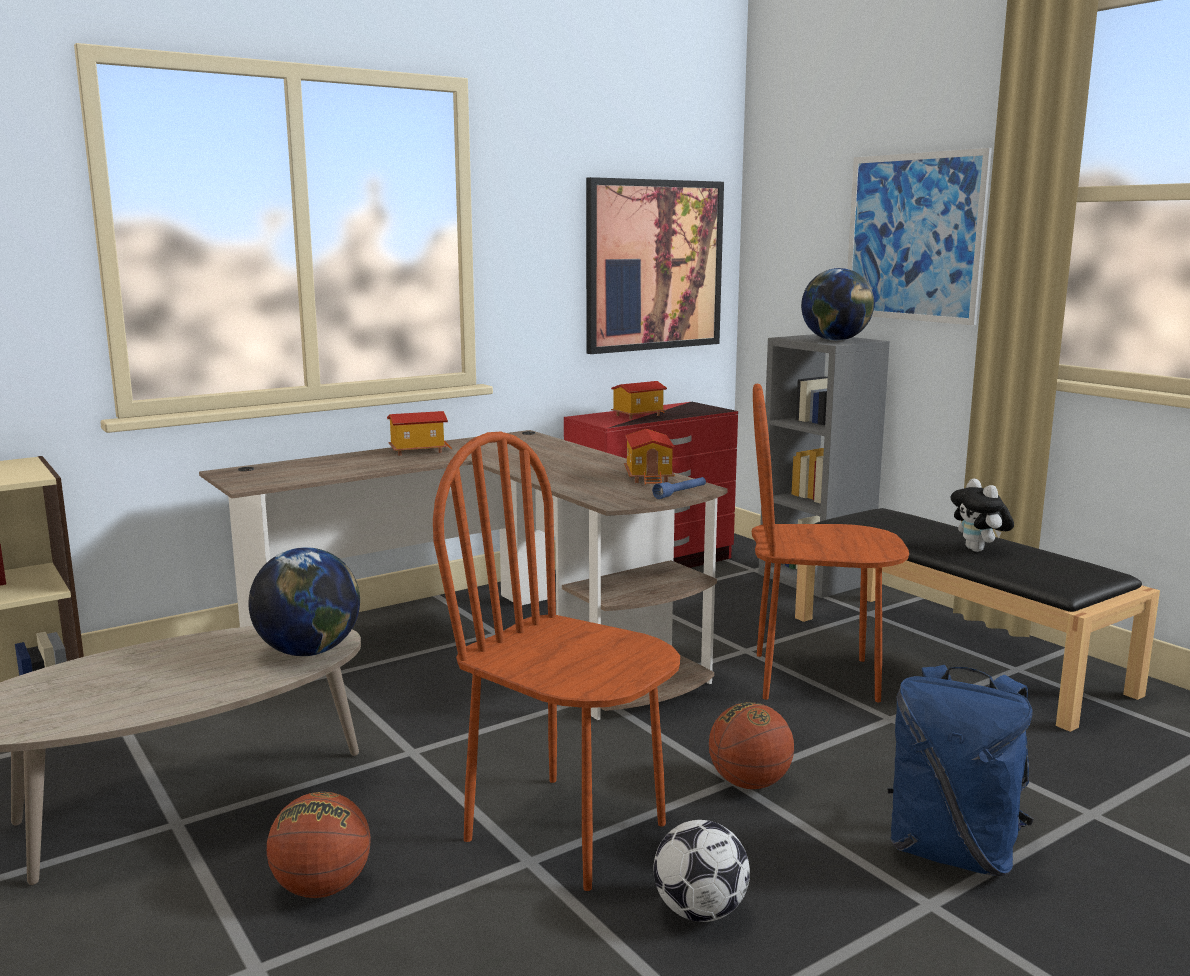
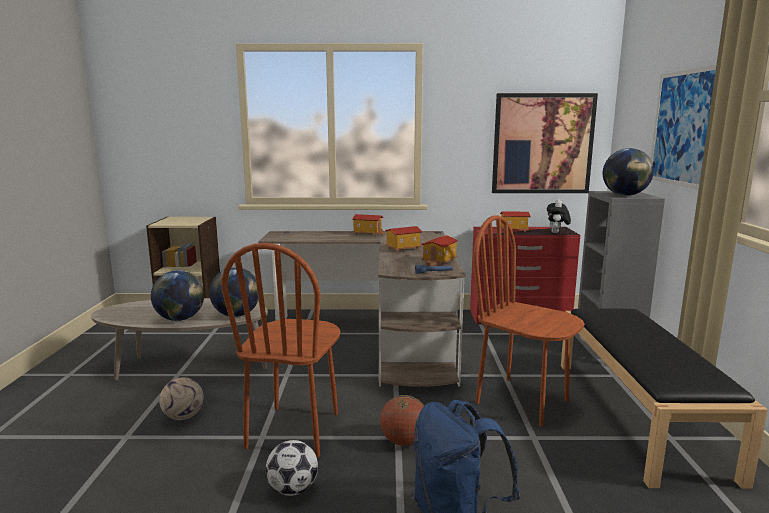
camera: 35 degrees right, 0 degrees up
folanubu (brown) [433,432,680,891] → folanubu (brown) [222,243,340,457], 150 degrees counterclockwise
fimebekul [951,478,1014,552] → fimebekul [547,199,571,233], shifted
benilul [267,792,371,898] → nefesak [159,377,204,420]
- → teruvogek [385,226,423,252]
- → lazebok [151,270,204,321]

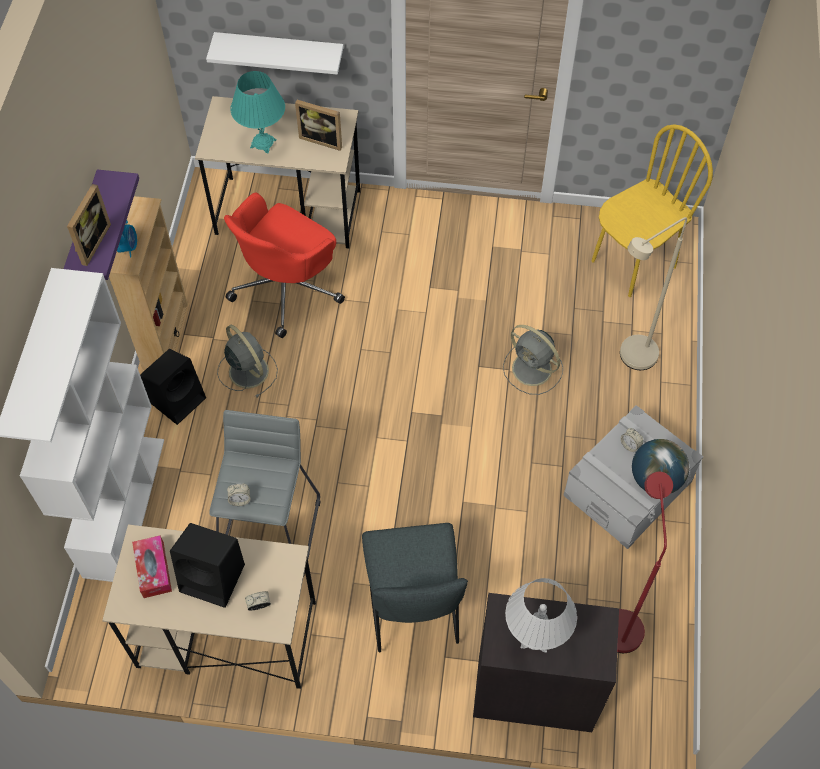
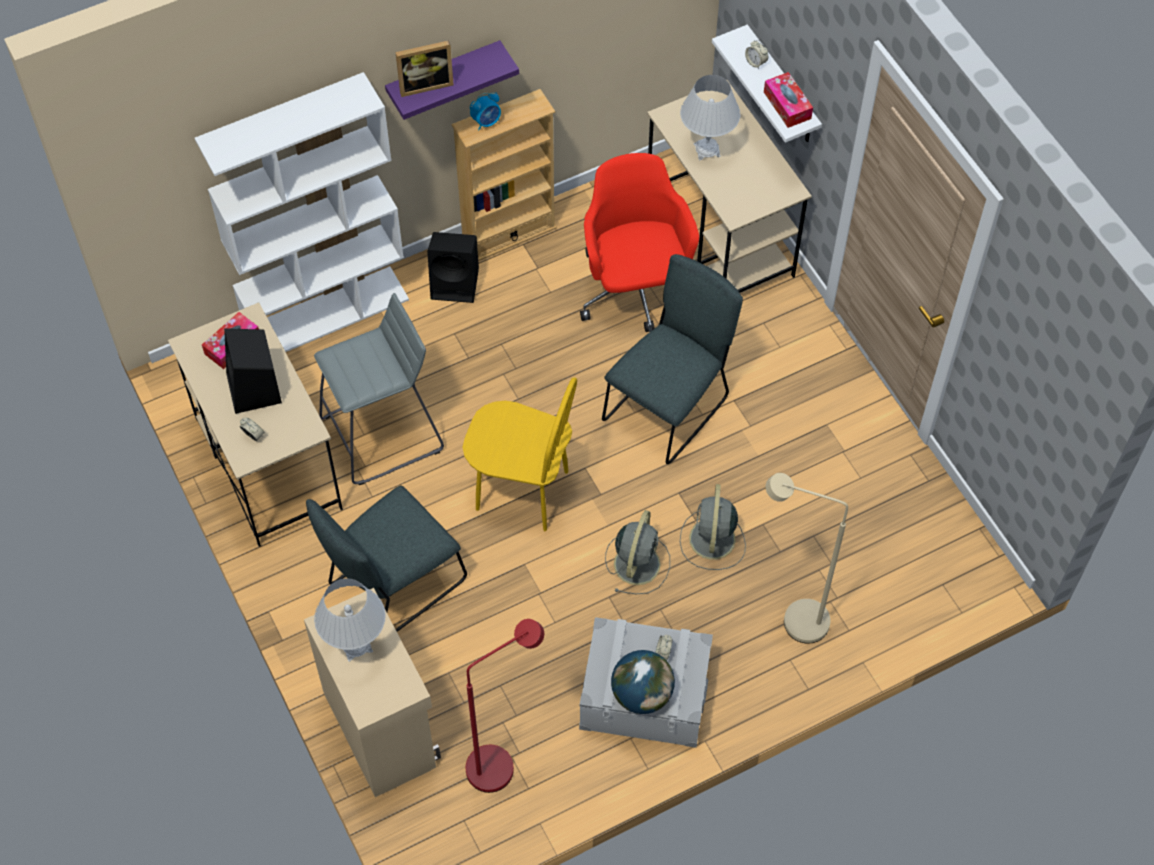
camera: 55 degrees right, 0 degrees up
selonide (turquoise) [230,71,285,154] → selonide (white) [680,75,740,161]
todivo [295,100,342,151] → -
folanubu (yellow) [592,124,713,297] → folanubu (yellow) [463,377,577,532], shifted
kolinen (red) [224,192,345,338] → kolinen (red) [580,153,699,332], 75 degrees clockwise
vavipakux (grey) [217,325,278,398] → vavipakux (grey) [605,510,670,594], shifted
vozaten [227,484,251,506] → vozaten [745,40,768,69], shifted
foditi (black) [473,593,619,732] → foditi (beige) [304,588,441,797]
- → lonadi [764,72,813,128]
- → folanubu (grey) [602,254,743,464]

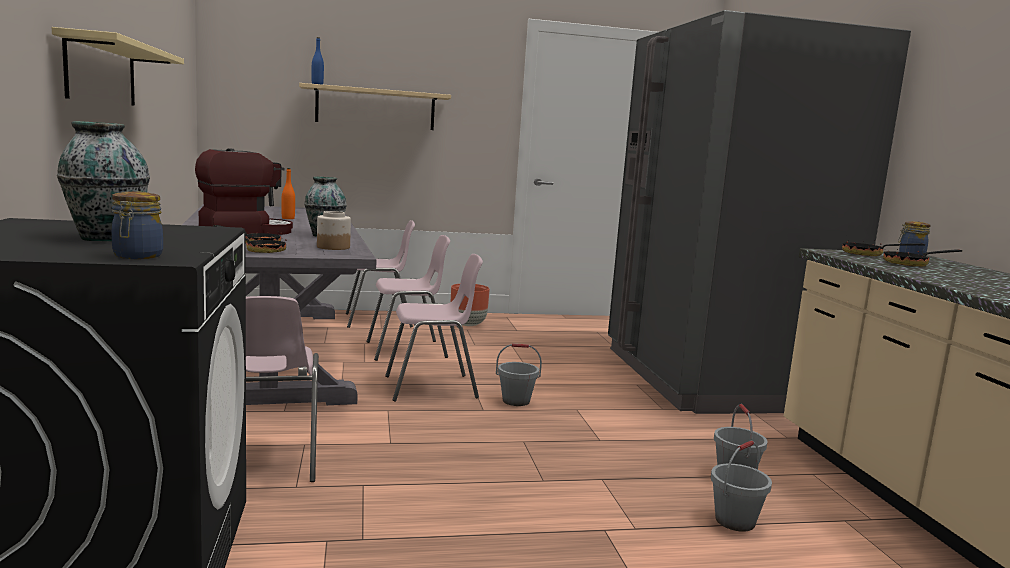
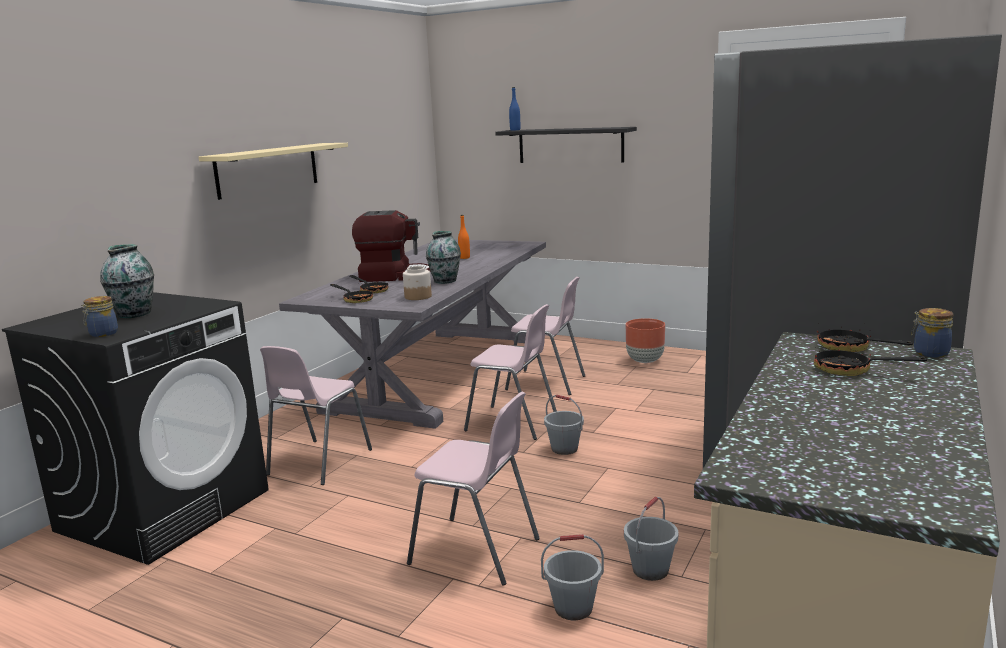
camera: 40 degrees right, 5 degrees up
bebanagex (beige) [299,83,451,130] → bebanagex (black) [495,127,637,163]
folanubu (pink) [346,220,415,328] → folanubu (pink) [407,392,540,586], shifted

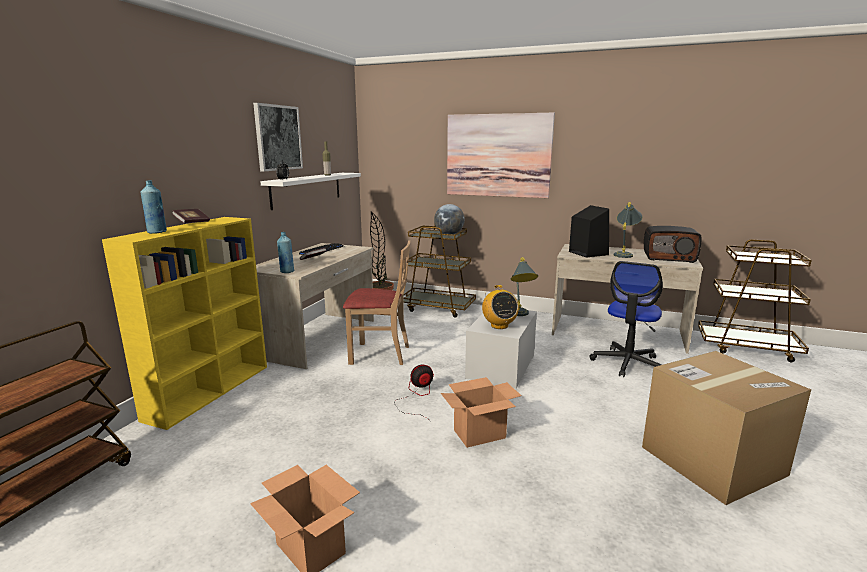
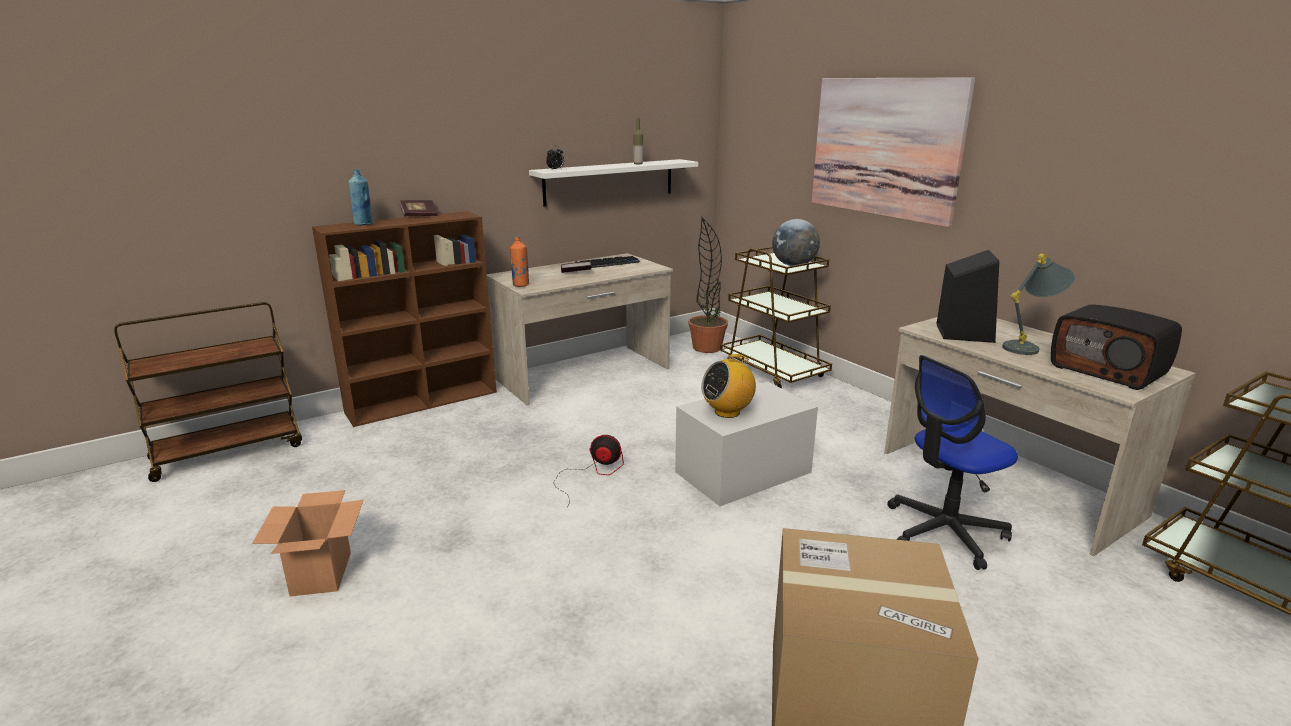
camera: 35 degrees right, 5 degrees up
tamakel [253,103,303,171] → -
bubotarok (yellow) [102,217,267,430] → bubotarok (brown) [312,211,497,427]
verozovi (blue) [277,232,294,273] → verozovi (orange) [510,236,529,287]
folanubu (beige) [343,240,410,365] → -
selonide (grey) [511,257,538,316] → -
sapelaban [482,285,519,329] → sapelaban [701,354,756,418], 45 degrees clockwise
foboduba [441,377,522,448] → -

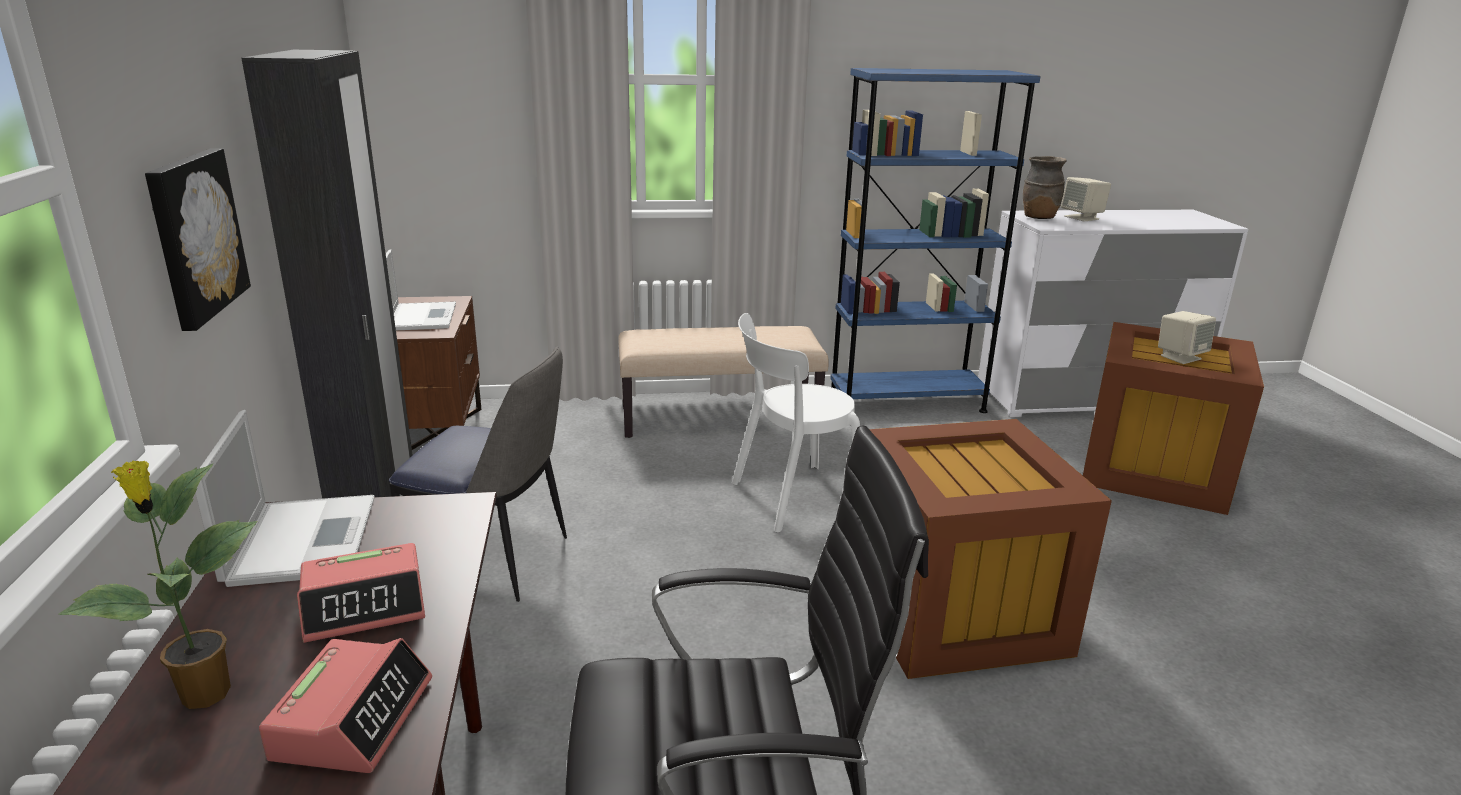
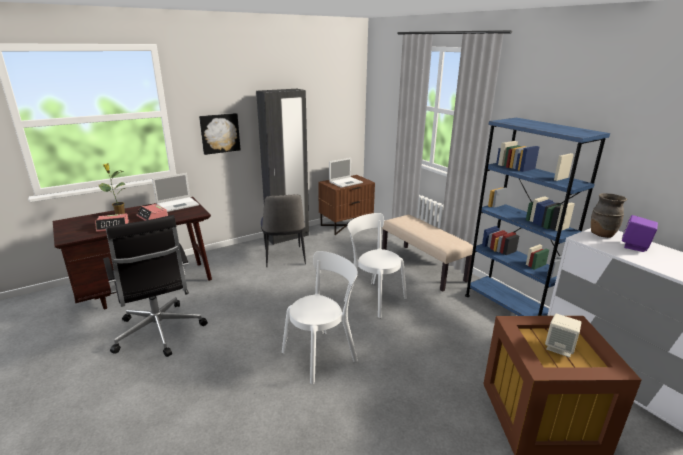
camera: 65 degrees right, 0 degrees up
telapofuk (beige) [1061,177,1111,222] → telapofuk (purple) [622,215,658,252]
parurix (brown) [869,419,1112,679] → folanubu (white) [282,251,358,384]

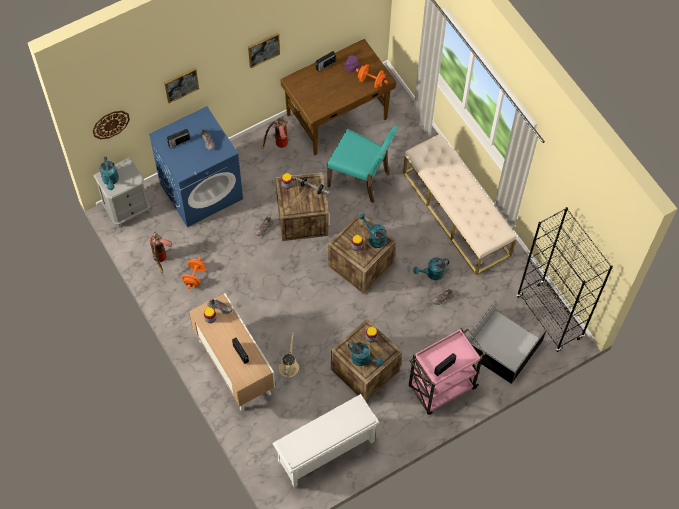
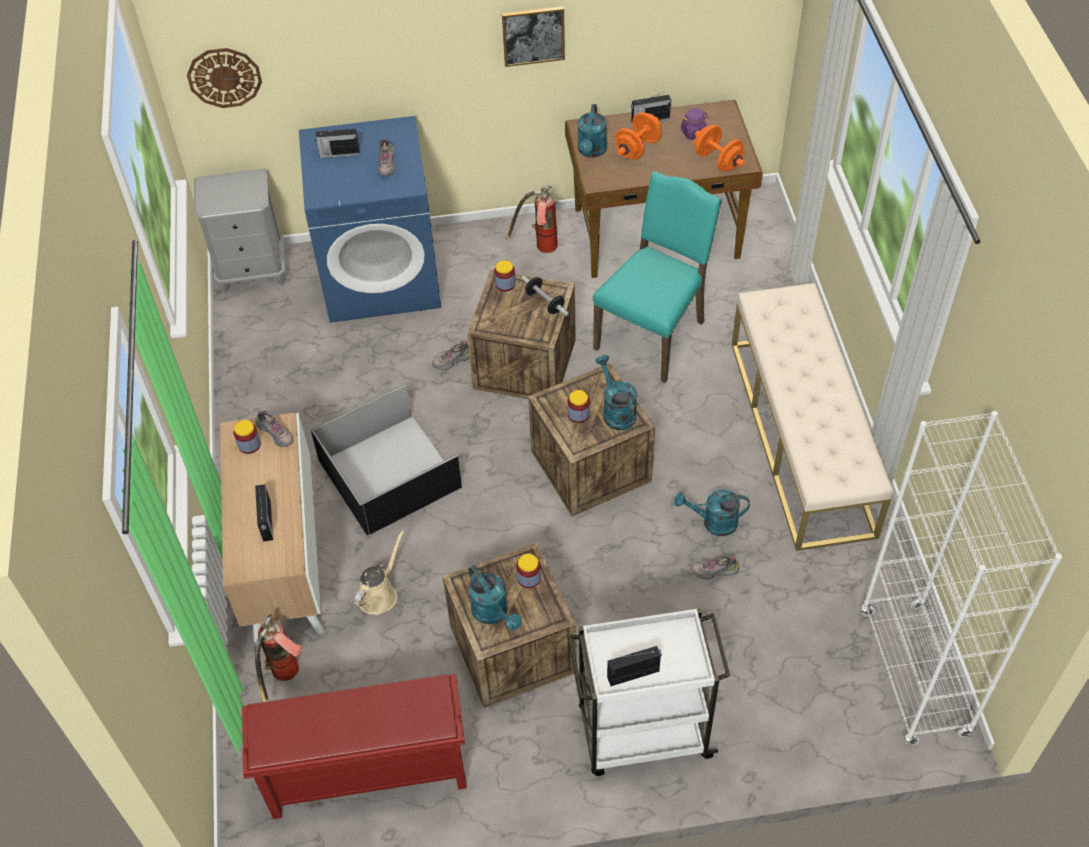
camera: 25 degrees right, 10 degrees down
tamakel [164,68,199,103] → -
folanubu (turquoise) [327,126,399,203] → folanubu (turquoise) [593,171,722,383], 105 degrees counterclockwise
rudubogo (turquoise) [99,157,119,190] → rudubogo (turquoise) [578,104,607,158], shifted
bubotarok (black) [517,207,613,353] → bubotarok (white) [860,411,1062,746]
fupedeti [150,231,172,273] → fupedeti [255,614,302,702], shifted
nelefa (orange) [182,257,206,289] → nelefa (orange) [615,112,662,159], shifted
parurix (black) [468,298,547,384] → parurix (black) [310,384,462,535], shifted
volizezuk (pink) [409,328,485,415] → volizezuk (white) [567,608,730,776]
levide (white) [272,394,379,487] → levide (red) [242,674,467,819]

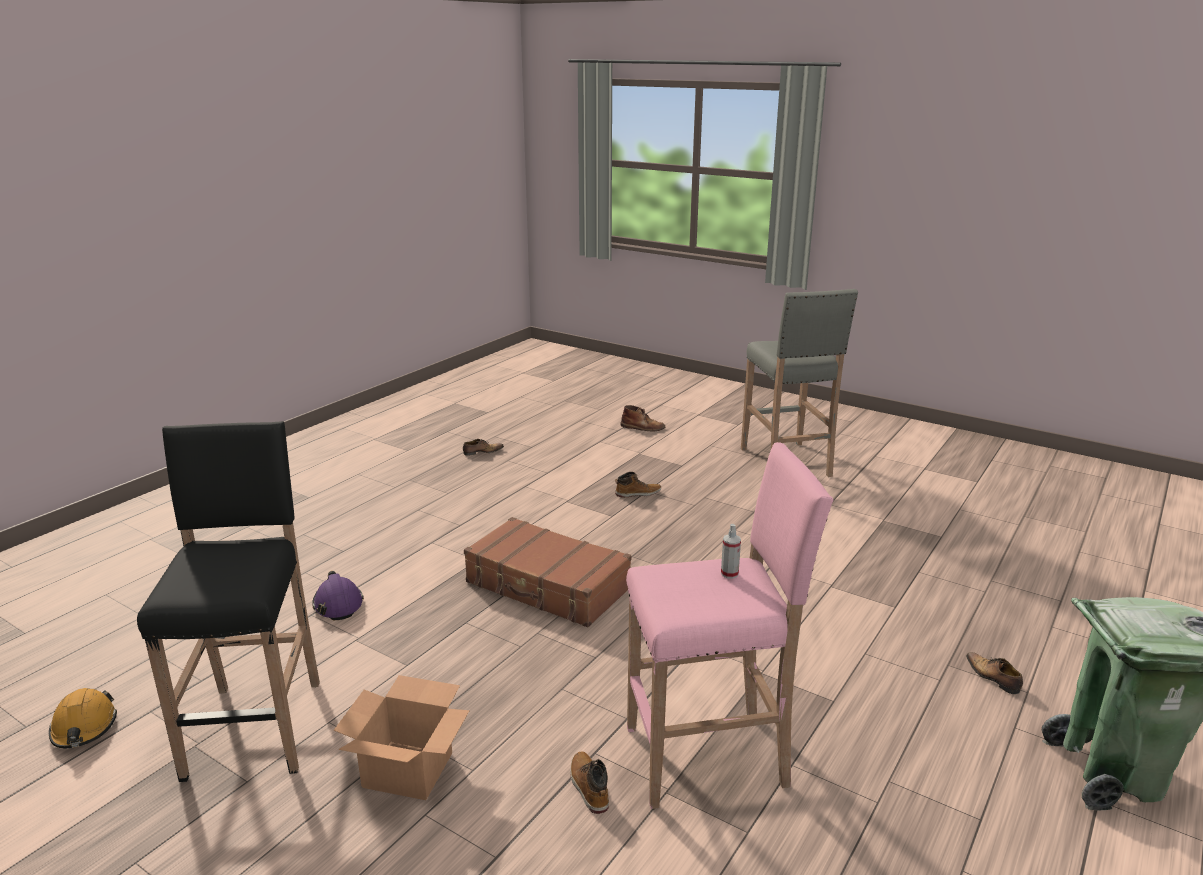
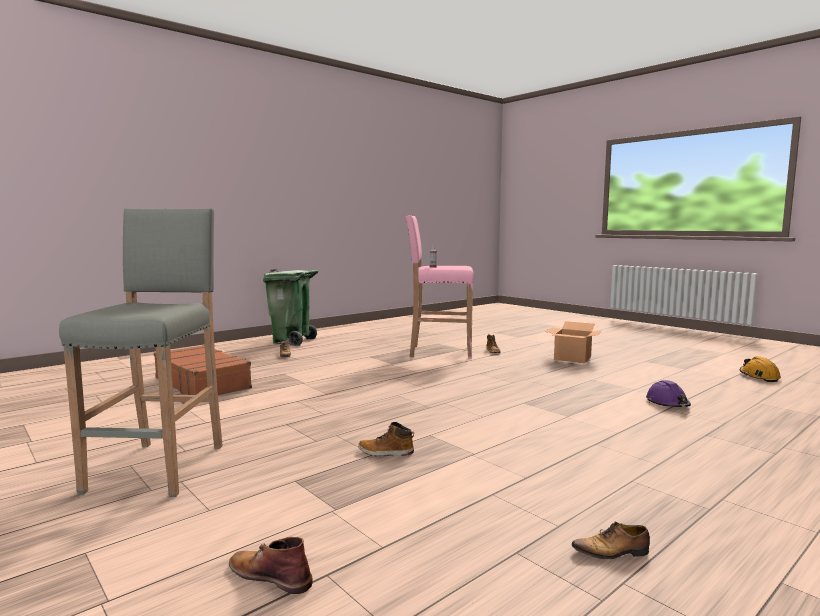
camera: 165 degrees left, 15 degrees down
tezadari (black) [137,421,320,782] → -
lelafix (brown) [464,517,631,627] → lelafix (brown) [154,345,252,395], shifted

